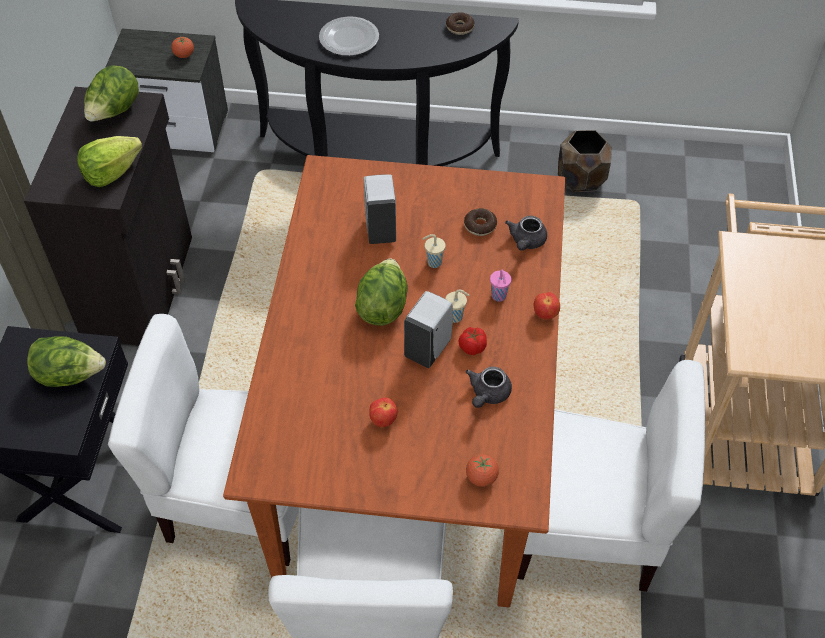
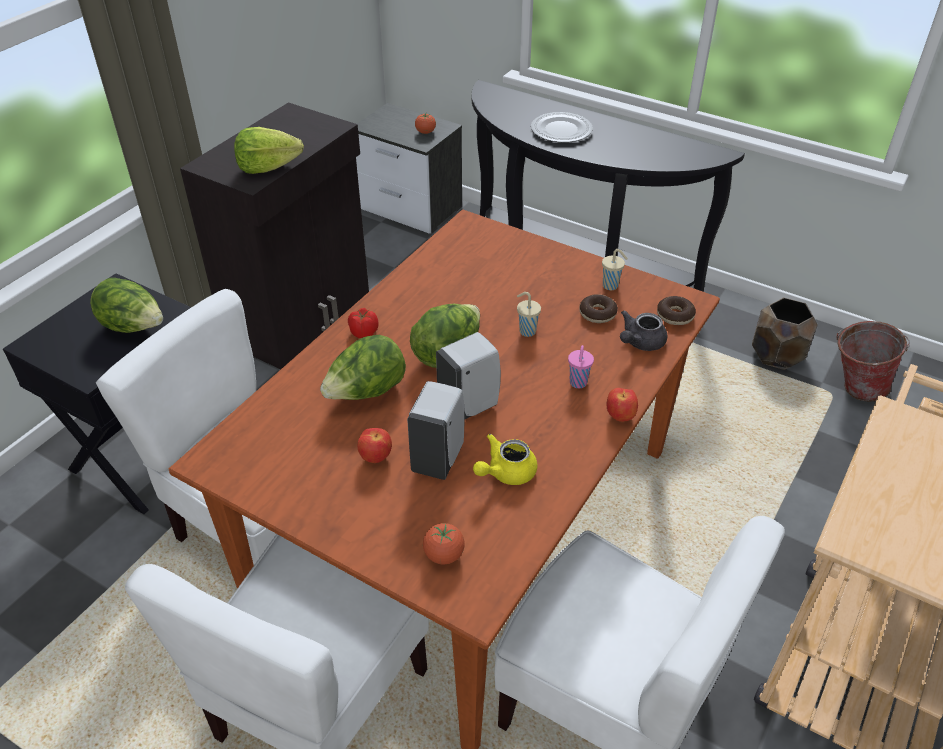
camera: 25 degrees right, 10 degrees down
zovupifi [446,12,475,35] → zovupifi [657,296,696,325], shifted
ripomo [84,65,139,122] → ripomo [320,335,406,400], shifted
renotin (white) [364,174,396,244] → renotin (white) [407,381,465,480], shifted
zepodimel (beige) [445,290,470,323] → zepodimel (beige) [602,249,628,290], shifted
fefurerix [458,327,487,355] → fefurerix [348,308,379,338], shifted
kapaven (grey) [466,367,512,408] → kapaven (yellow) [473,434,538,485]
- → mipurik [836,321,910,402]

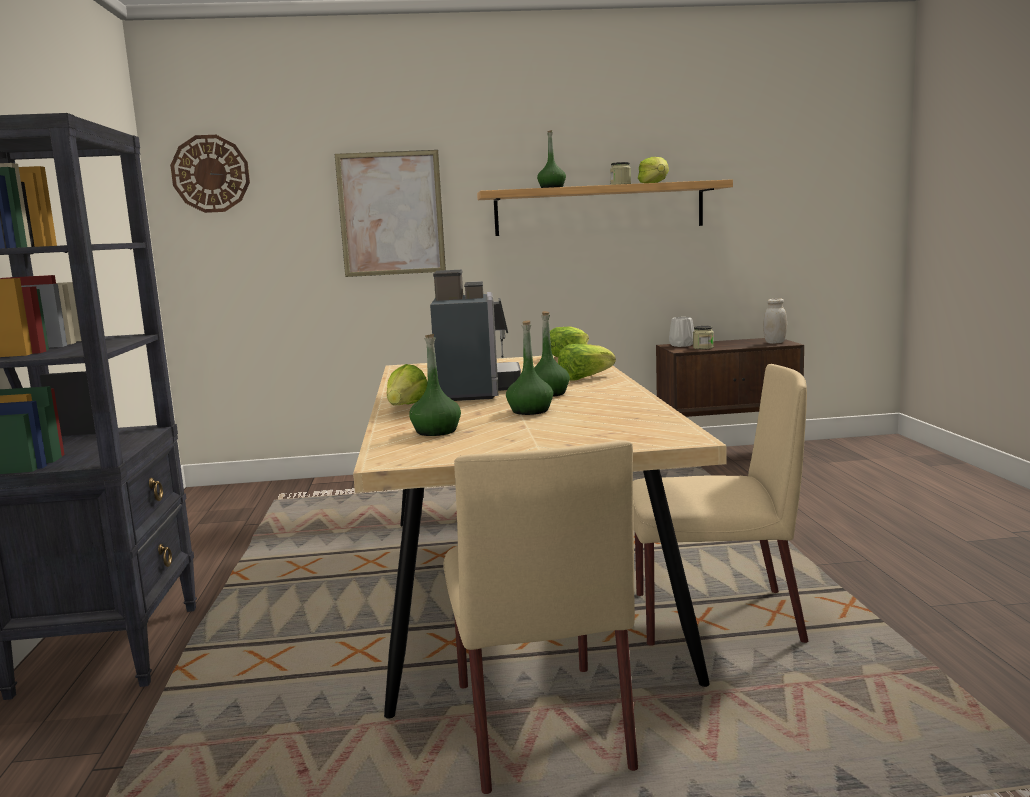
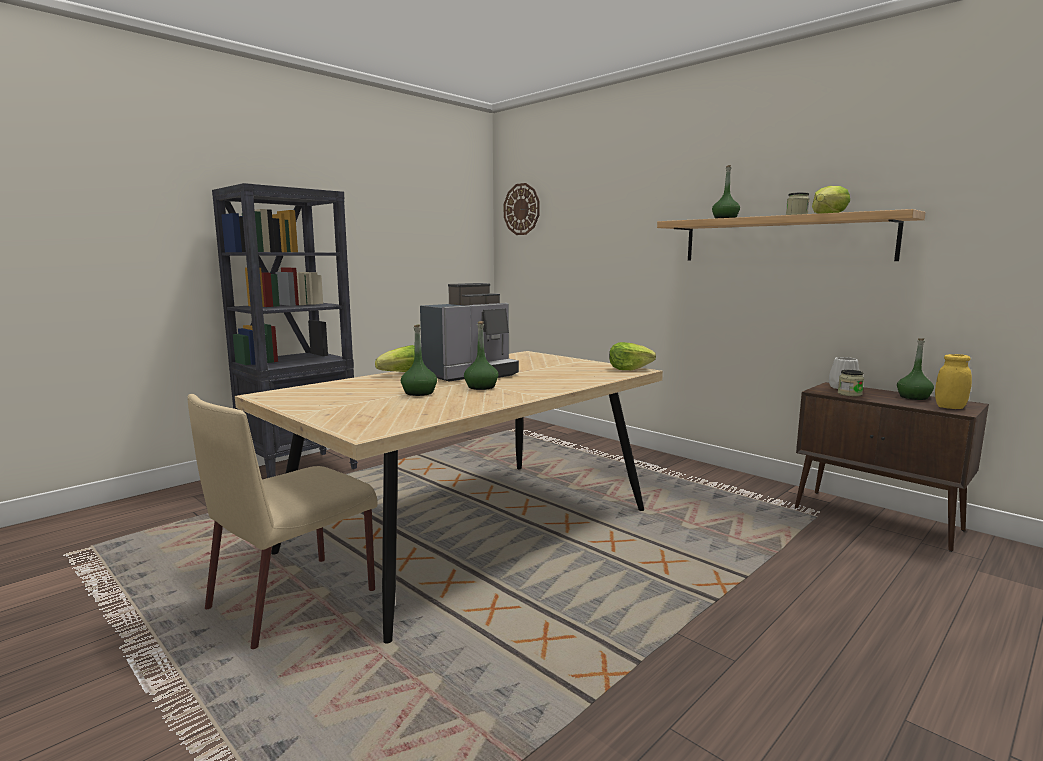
camera: 50 degrees right, 0 degrees up
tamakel [335,150,446,277] → -
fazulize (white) [763,298,787,344] → fazulize (yellow) [935,354,972,409]
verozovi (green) [409,334,461,436] → verozovi (green) [897,338,934,400], shifted
ripomo [558,344,616,381] → -
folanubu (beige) [633,364,808,646] → -

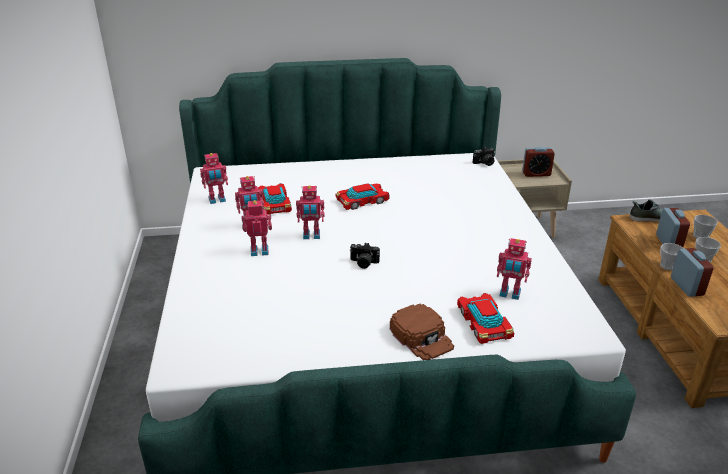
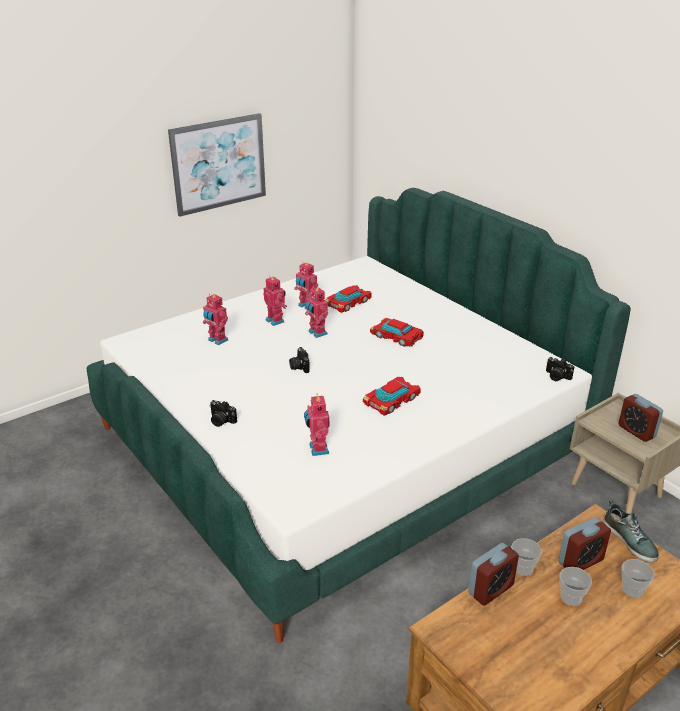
camera: 60 degrees right, 0 degrees up
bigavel [200,153,228,204] → bigavel [203,294,228,345], shifted
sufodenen [457,293,514,344] → sufodenen [363,377,421,416], shifted
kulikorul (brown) [390,304,454,360] → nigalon [210,400,237,427]
- → tamakel [168,113,266,217]

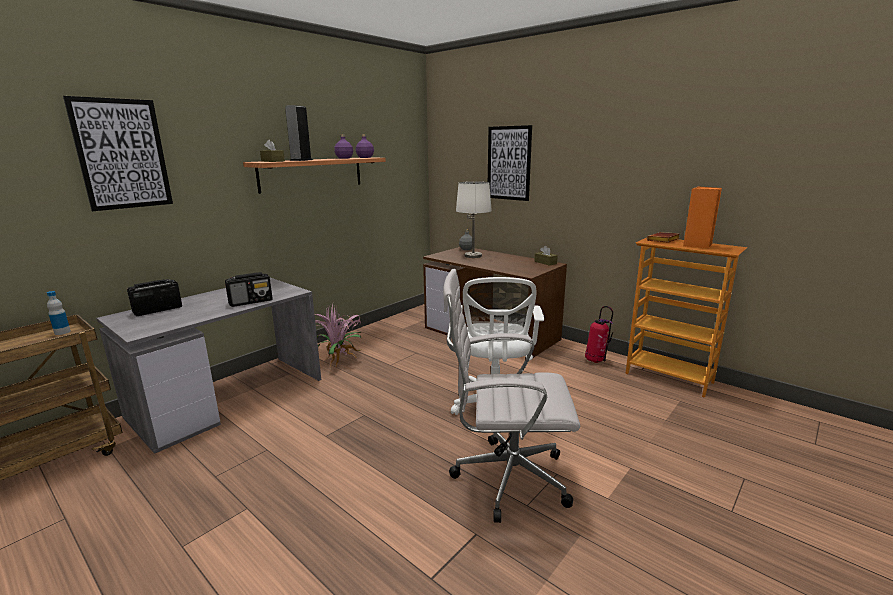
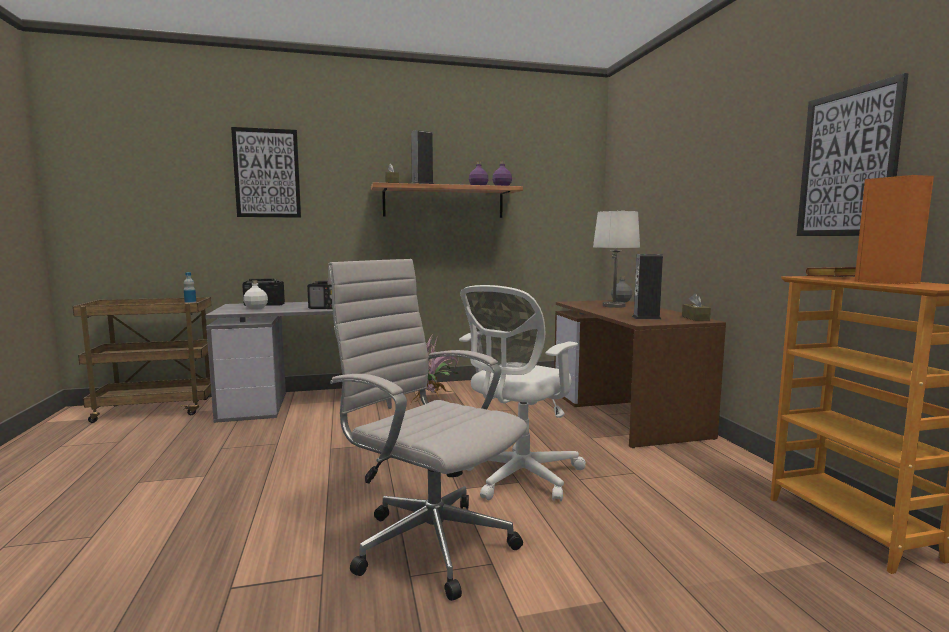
camera: 35 degrees right, 10 degrees down
tamakel [488,125,532,201] → tamakel [797,73,908,236], shifted
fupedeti [585,306,613,363] → -
- → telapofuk [632,254,663,319]
- → verozovi (white) [243,280,268,309]

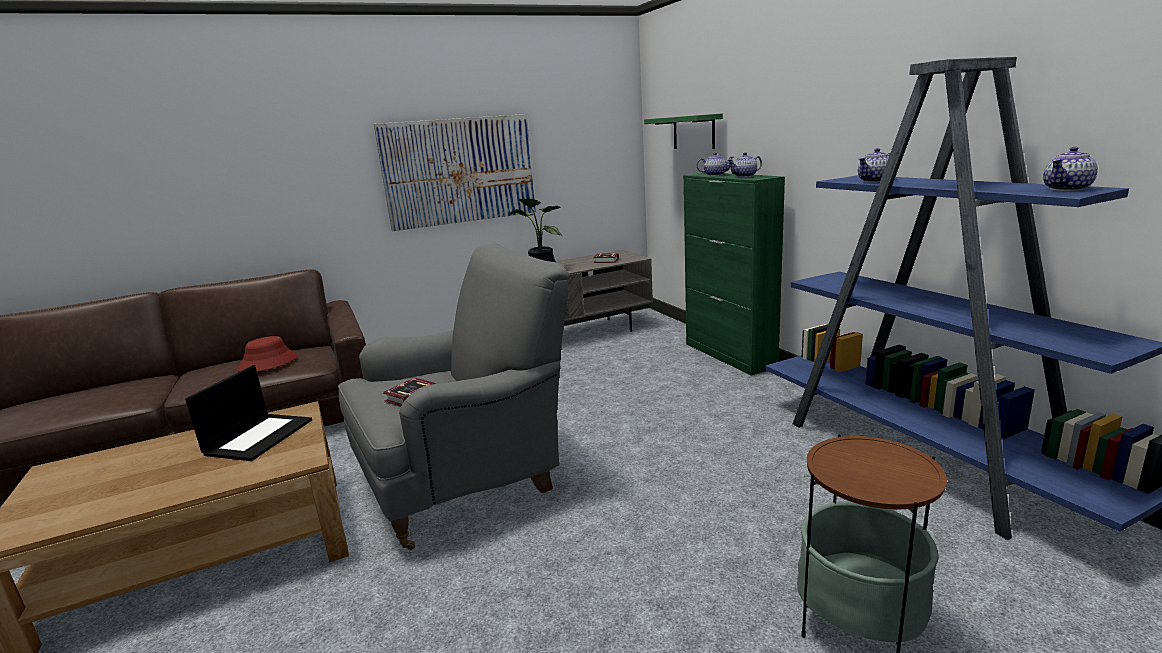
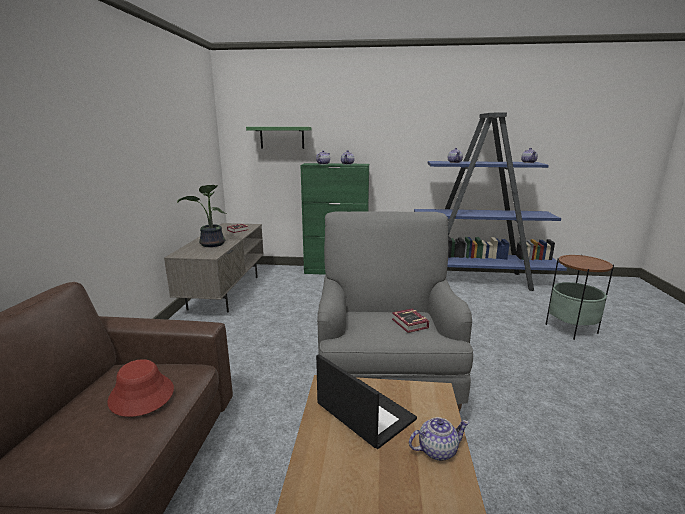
camera: 60 degrees left, 0 degrees up
tamakel [374,114,536,231] → -
- → kapaven [409,417,469,461]

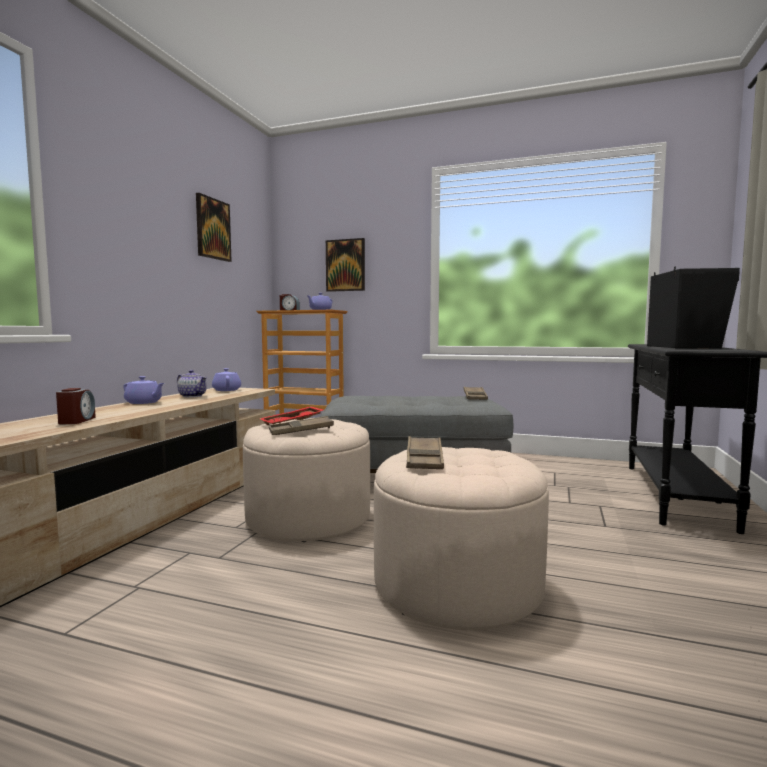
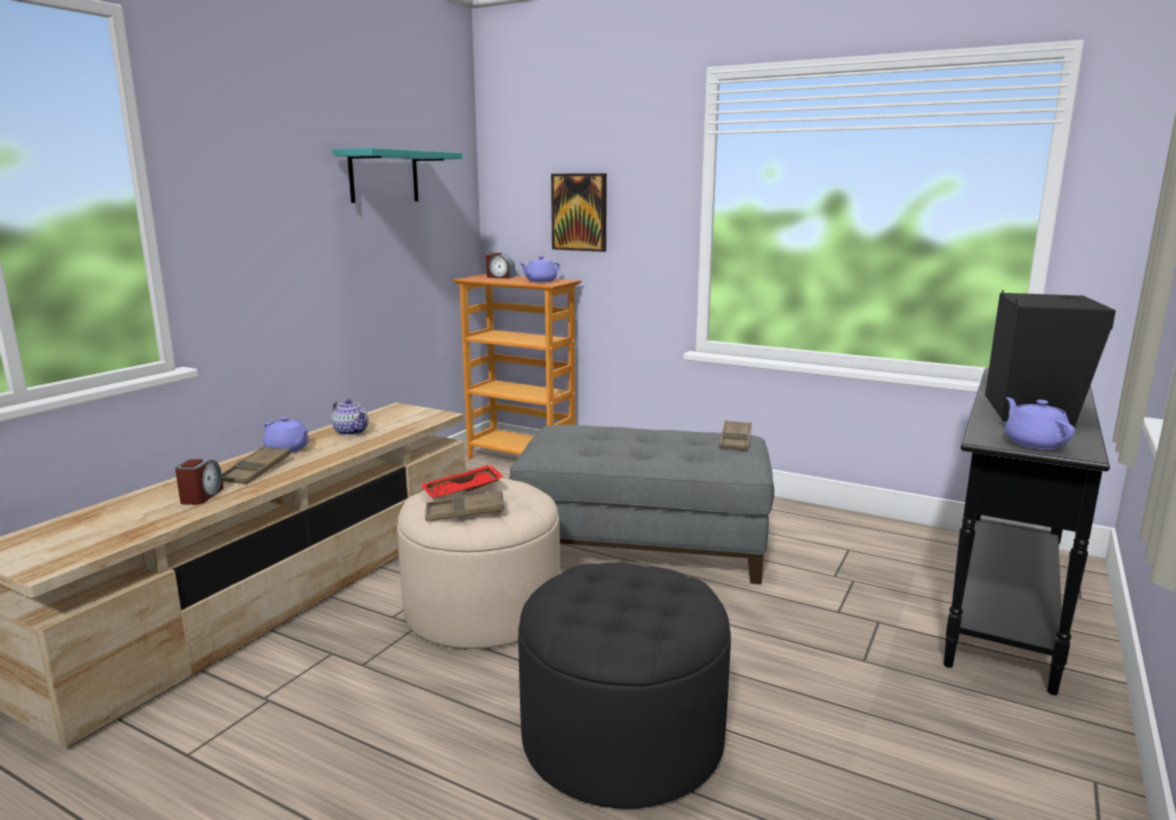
camera: 10 degrees right, 10 degrees up
tamakel [196,193,232,262] → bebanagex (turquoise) [333,148,463,203]
kapaven (purple) [212,368,241,391] → kapaven (purple) [1005,397,1075,449], shifted
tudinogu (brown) [406,436,444,469] → tudinogu (brown) [222,446,291,484], shifted
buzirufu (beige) [374,447,549,630] → buzirufu (black) [518,562,731,809]

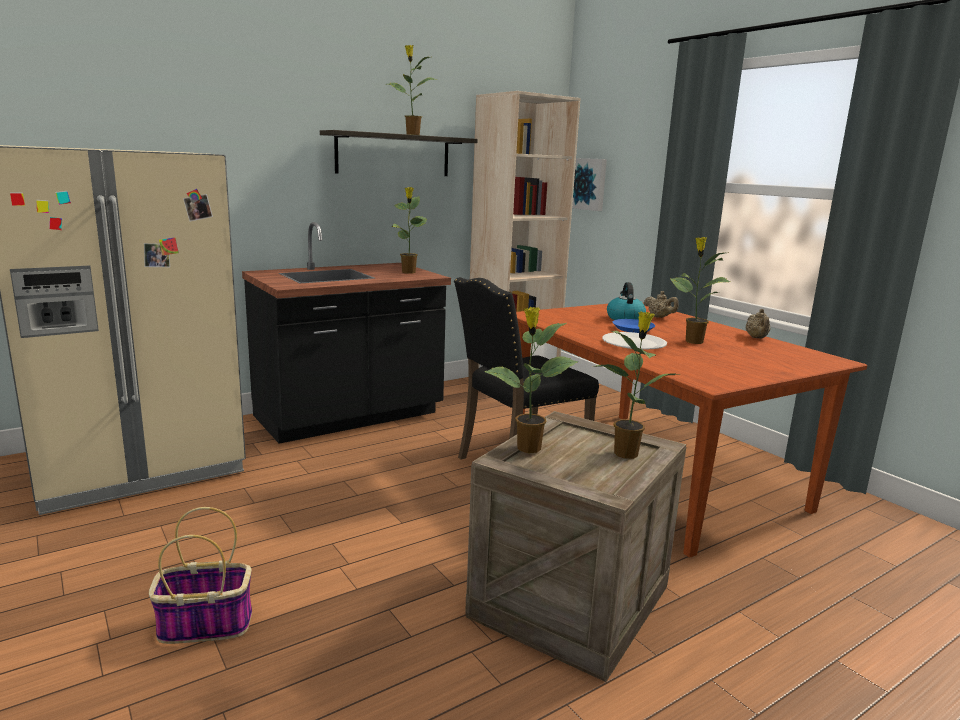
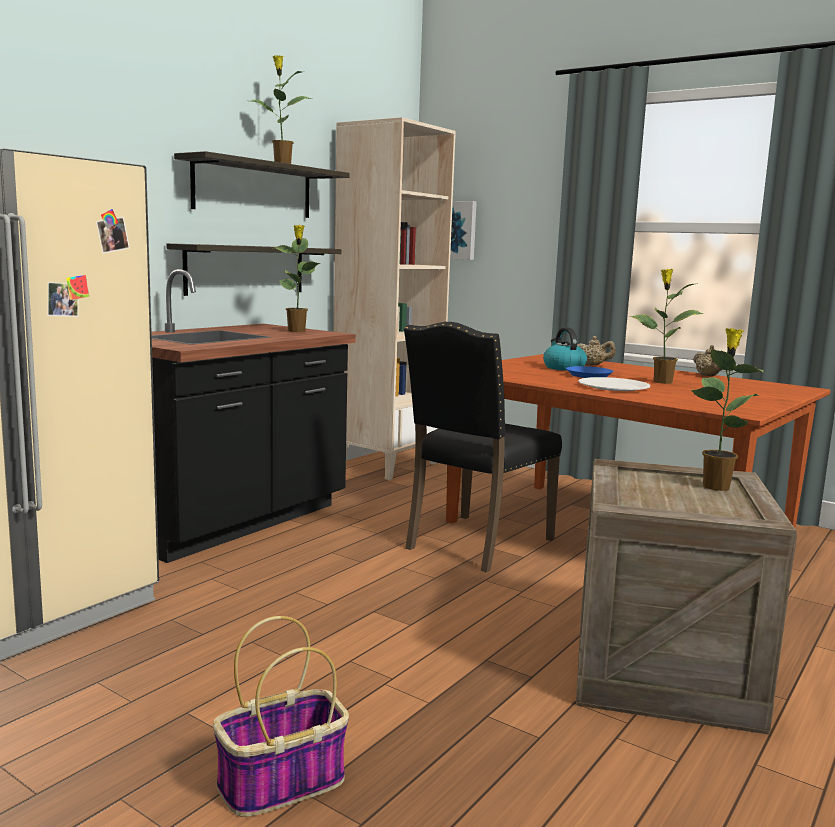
camera: 20 degrees left, 5 degrees down
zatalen [484,307,578,453] → -
- → bebanagex [166,243,342,296]

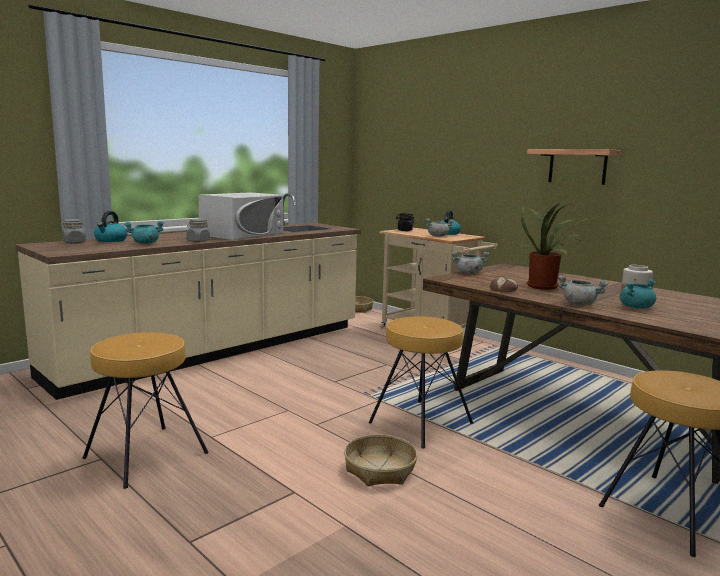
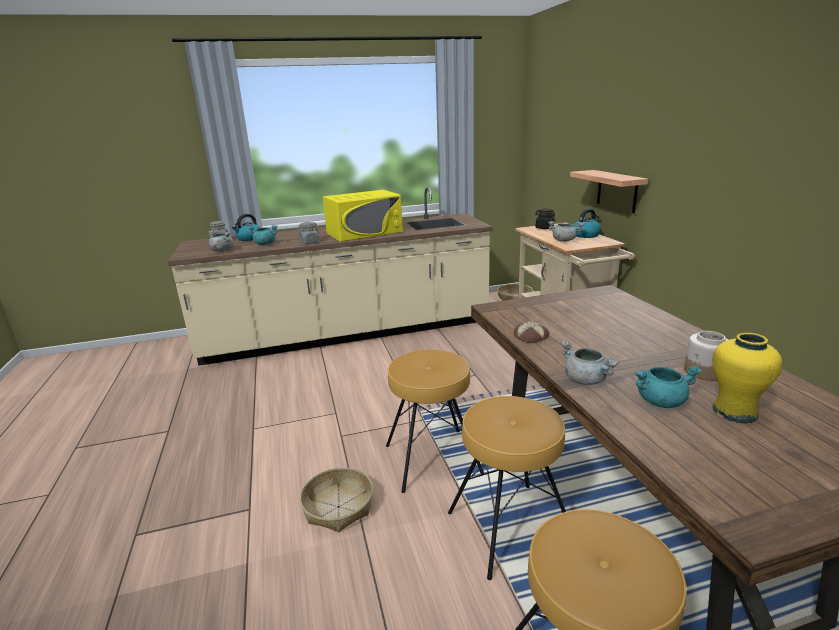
camera: 30 degrees right, 10 degrees up
bebanagex [527,149,622,185] → bebanagex [570,170,648,213], shifted
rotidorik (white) [198,192,283,240] → rotidorik (yellow) [323,190,403,242]
zatalen [519,203,593,290] → -
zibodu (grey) [451,251,489,274] → zibodu (grey) [209,230,234,251], shifted
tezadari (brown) [83,332,209,489] → tezadari (brown) [448,396,566,580], shifted
- → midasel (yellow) [713,333,783,423]

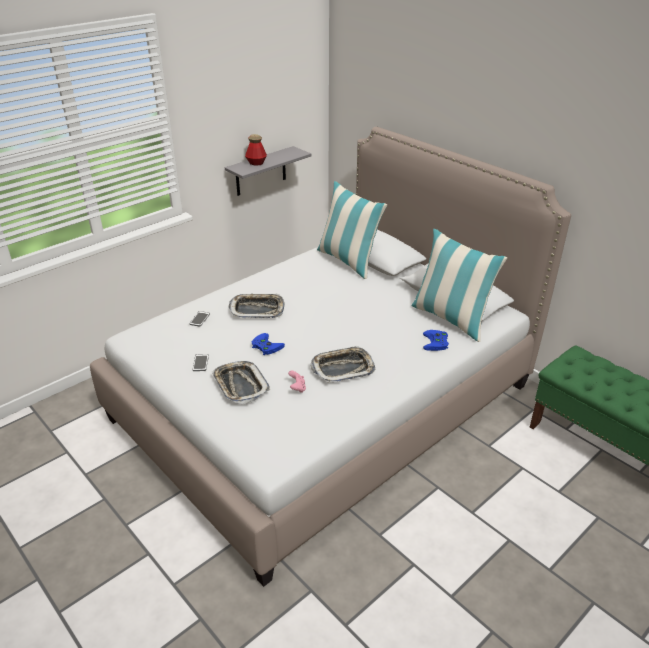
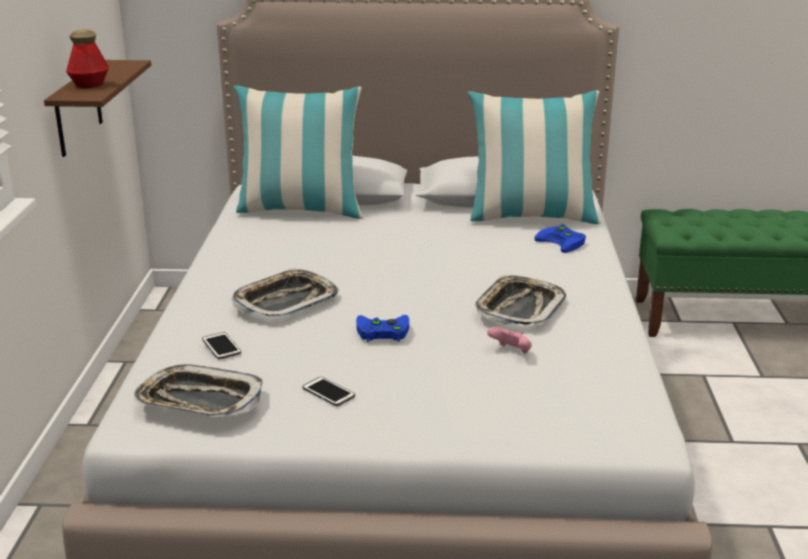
camera: 45 degrees left, 10 degrees down
bebanagex (grey) [225,146,312,196] → bebanagex (brown) [44,60,151,157]
tudinogu [212,361,270,404] → tudinogu [134,364,263,417], shifted

